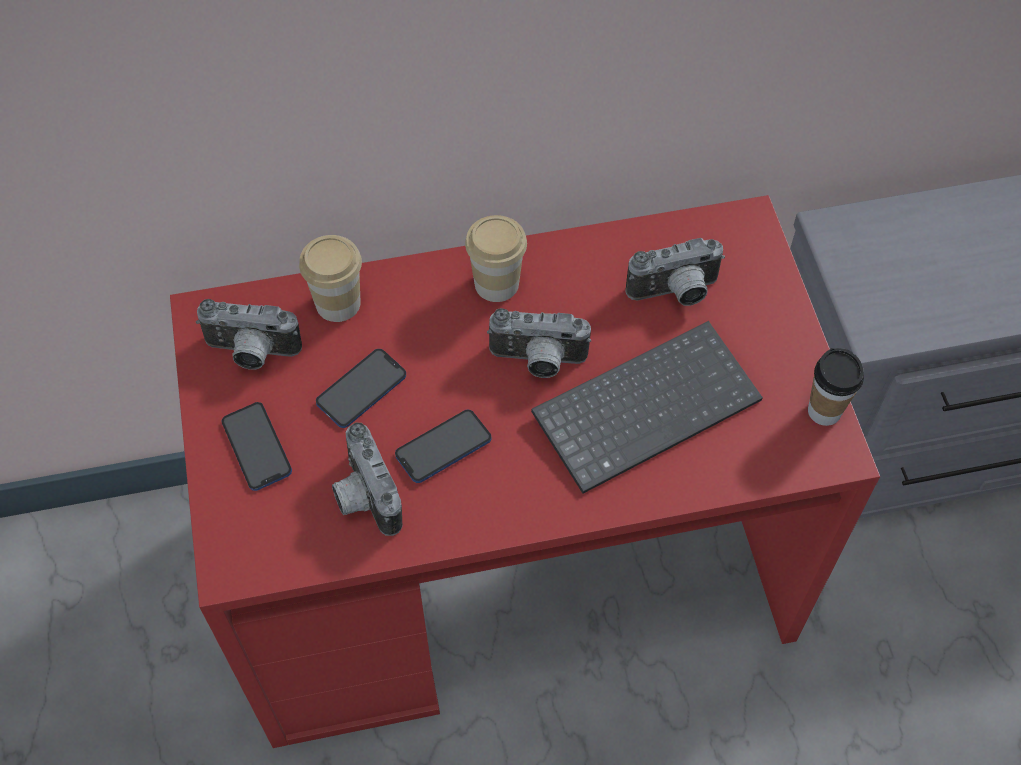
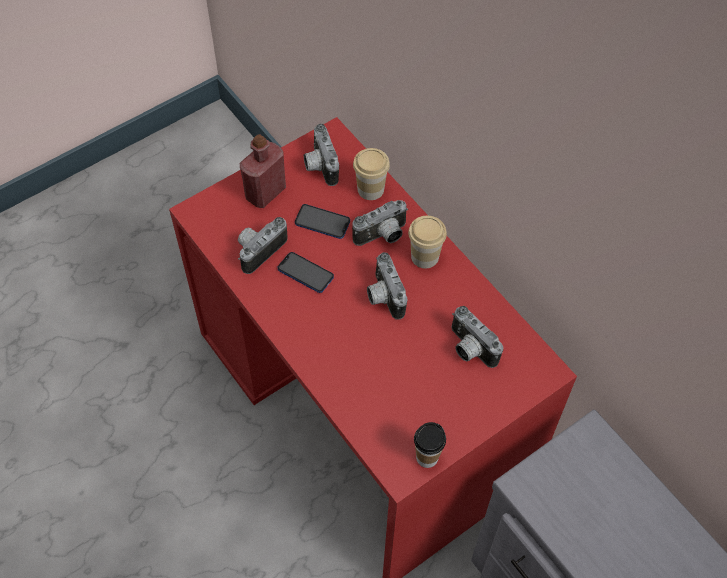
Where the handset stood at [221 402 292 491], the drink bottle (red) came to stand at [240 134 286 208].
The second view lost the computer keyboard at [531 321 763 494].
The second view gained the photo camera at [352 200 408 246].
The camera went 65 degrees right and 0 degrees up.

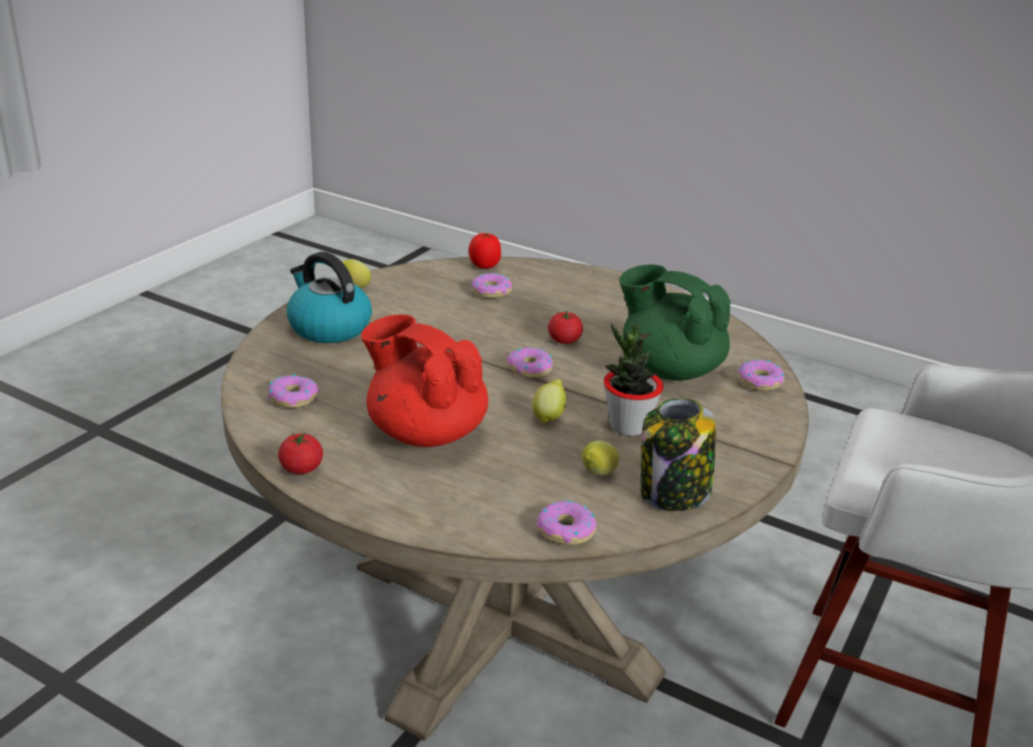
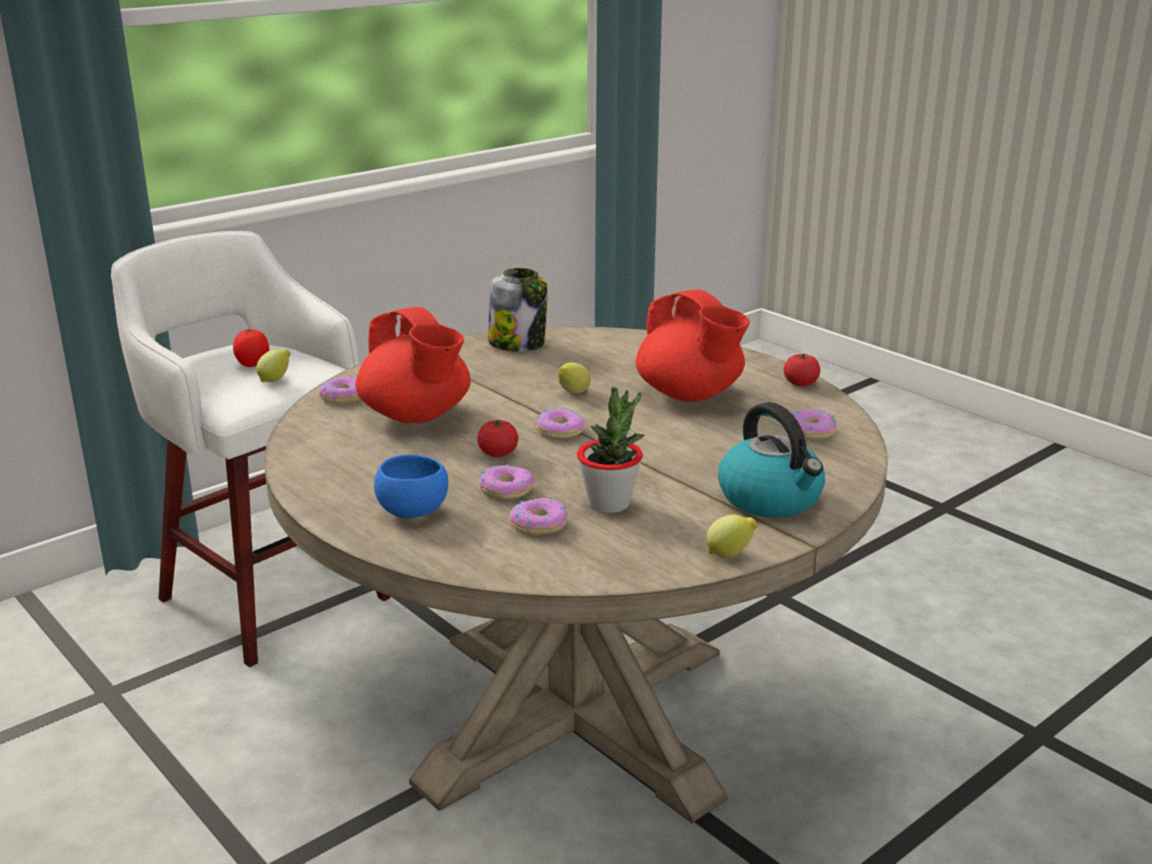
The tomato ended up elsewhere, having gone from [469 233 501 269] to [233 329 269 367].
The ring doughnut ended up elsewhere, having gone from [537 501 597 545] to [479 464 535 500].
The lemon ended up elsewhere, having gone from [582 441 619 476] to [256 349 291 382].
The plant in a pot ended up elsewhere, having gone from [604 324 664 436] to [577 387 644 513].
What was the teapot (green-coloured) at [619 264 731 381] turned into the teapot (red) at [355 307 471 423].
The second view gained the bowl (blue) at [374 454 448 518].
The camera went 160 degrees left and 5 degrees down.

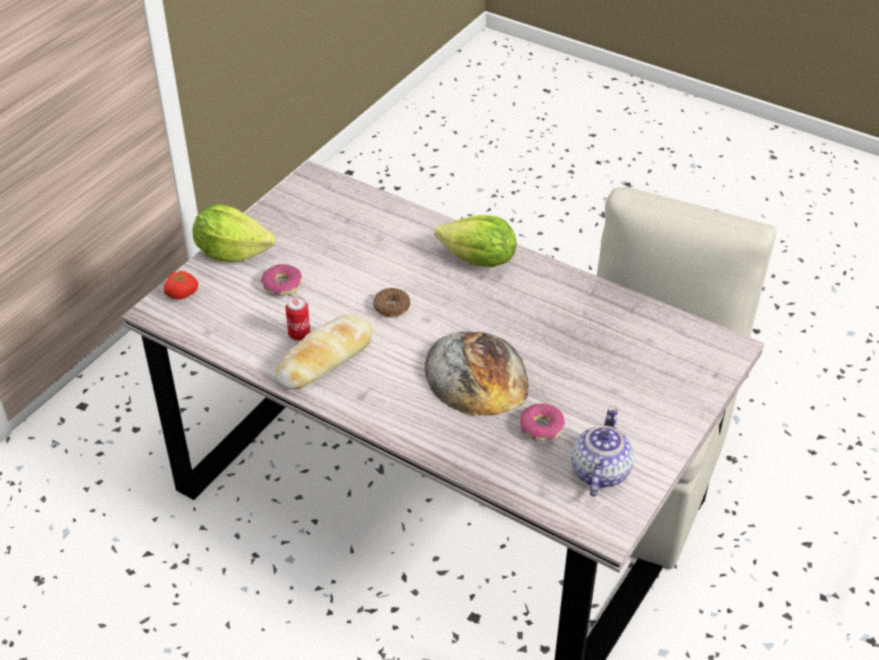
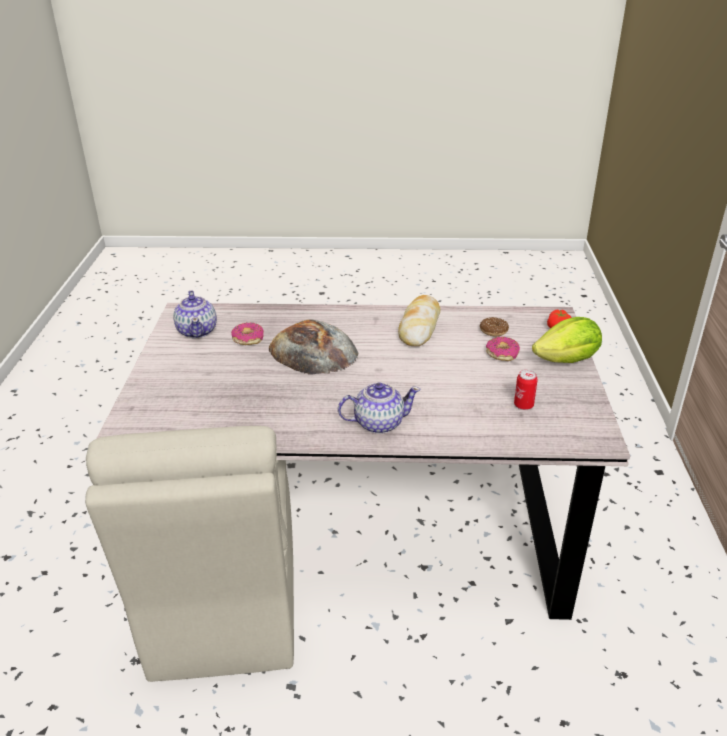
The sealed can ended up elsewhere, having gone from [285 297 310 341] to [514 370 538 410].
The ring doughnut ended up elsewhere, having gone from [373 288 410 317] to [480 317 509 336].
Where the head of lettuce stood at [434 215 516 267], the teapot came to stand at [338 382 421 434].
The camera went 150 degrees right and 10 degrees down.

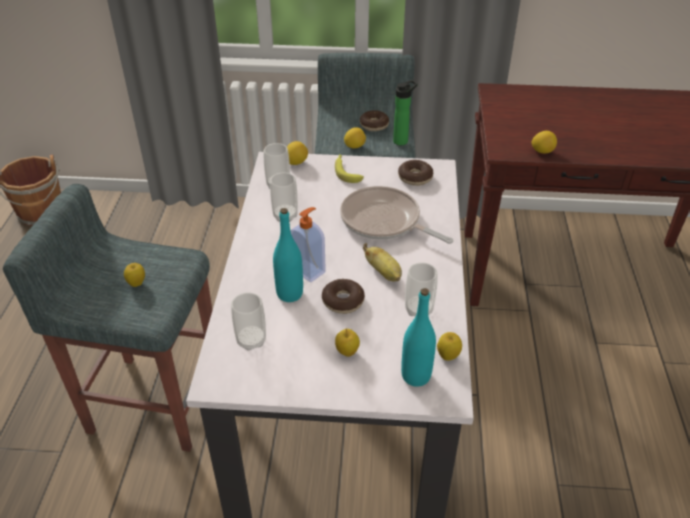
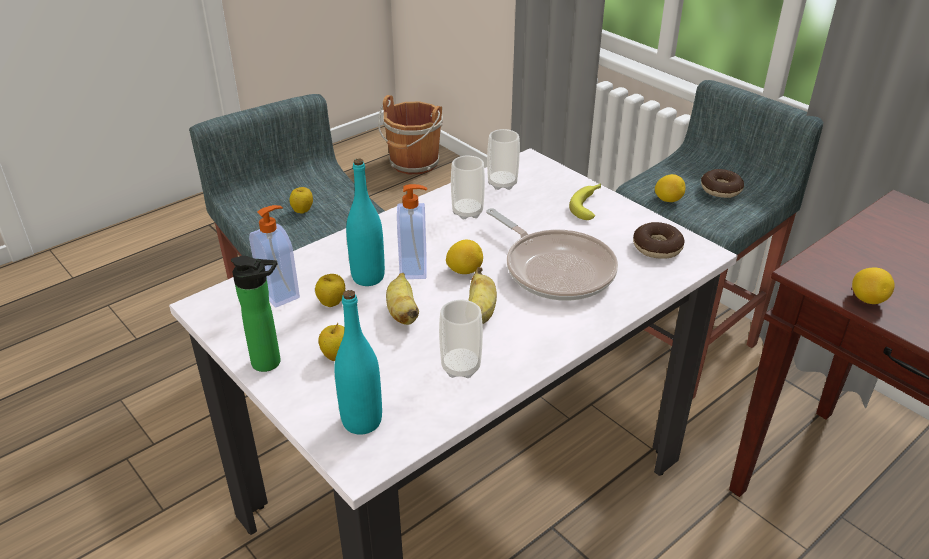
Where the cup stood at [231 293 266 351], the liquid soap bottle came to stand at [249 205 300 307].
The lemon ended up elsewhere, having gone from [287 141 308 165] to [446 240 483 274].
Where the ring doughnut stood at [322 279 365 314], the banana fruit came to stand at [386 273 419 325].
The skillet at [340 186 453 244] ended up facing another way, 150 degrees clockwise from before.
The drink bottle ended up elsewhere, having gone from [393 80 418 145] to [231 256 281 372].
The apple fruit ended up elsewhere, having gone from [437 332 462 361] to [315 274 345 307].
The camera went 45 degrees right and 5 degrees down.

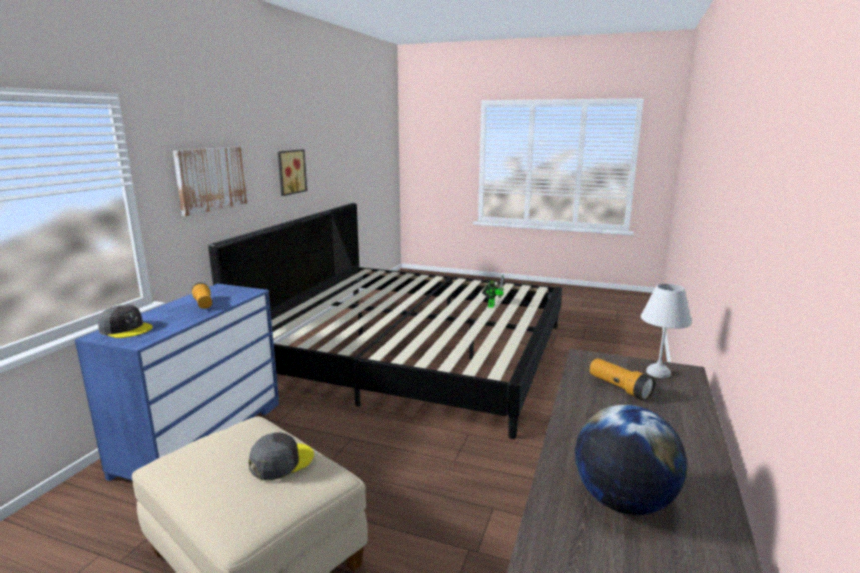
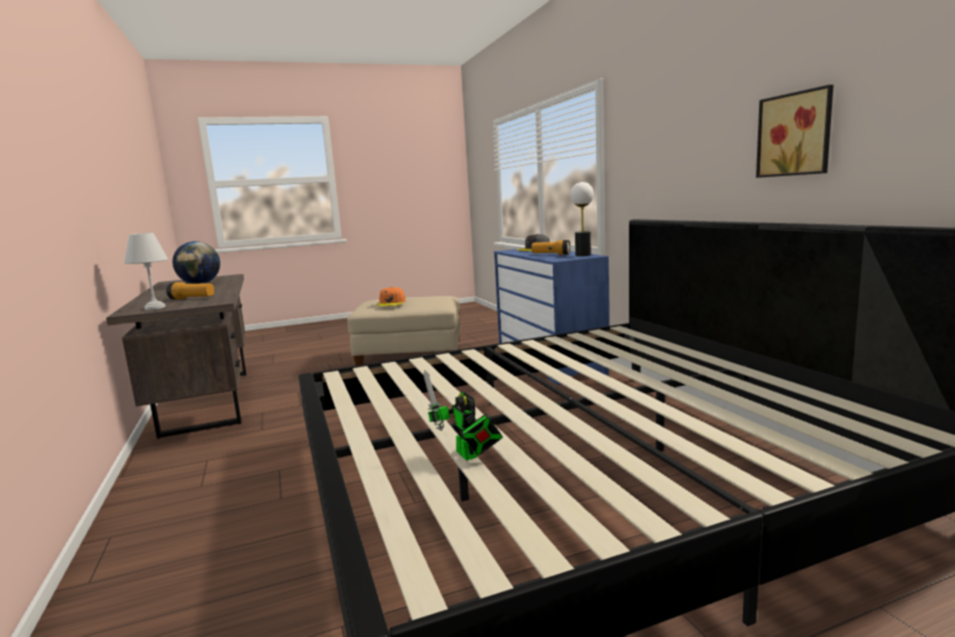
The second view lost the picture at [173 147 248 216].
What was the peaked cap (gray) at [249 432 314 480] turned into the peaked cap (orange-coloured) at [377 287 405 306].
The second view gained the tabletop lamp at [570 182 594 256].
The camera went 140 degrees right and 5 degrees down.

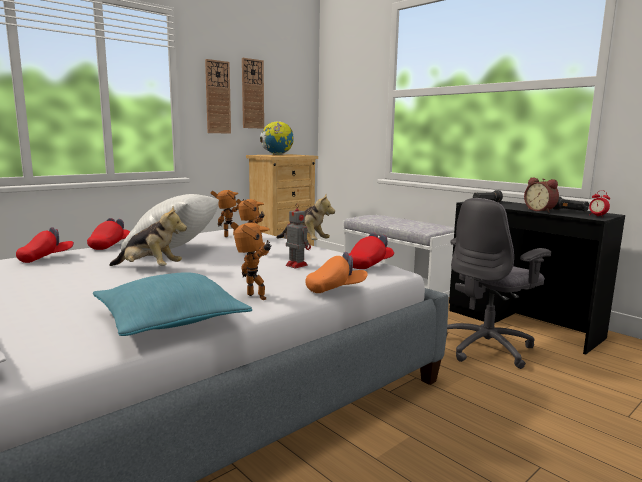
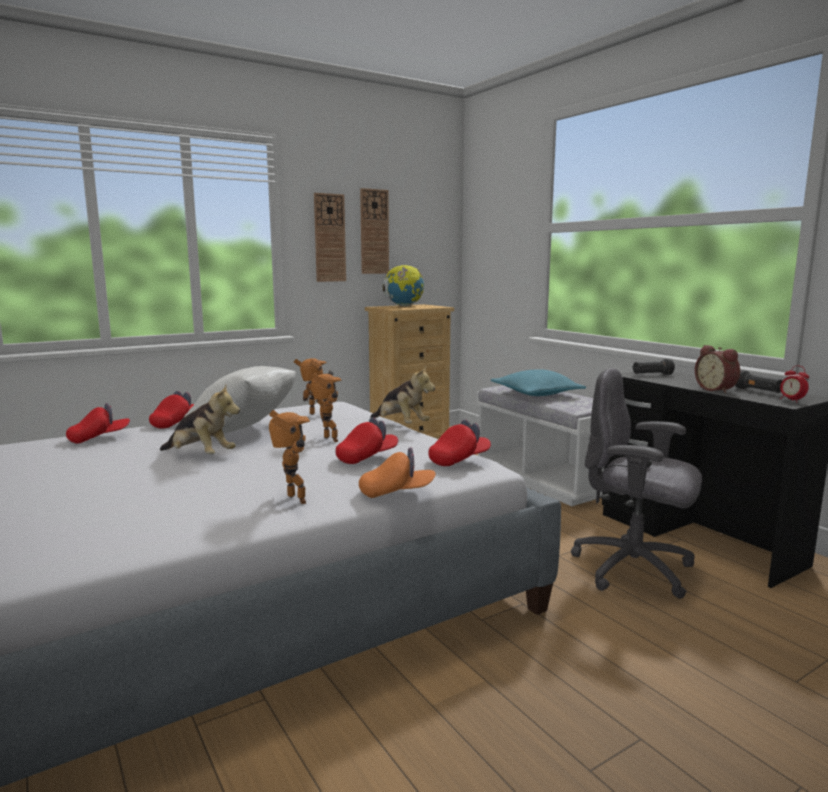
The cushion (blue-green) ended up elsewhere, having gone from [93 272 252 336] to [491 369 586 396].
Where the model robot stood at [284 203 311 268], the peaked cap (red) came to stand at [336 417 398 464].
The desk chair (gray) at [446 198 551 369] ended up facing another way, 60 degrees clockwise from before.
The camera went 10 degrees right and 0 degrees up.

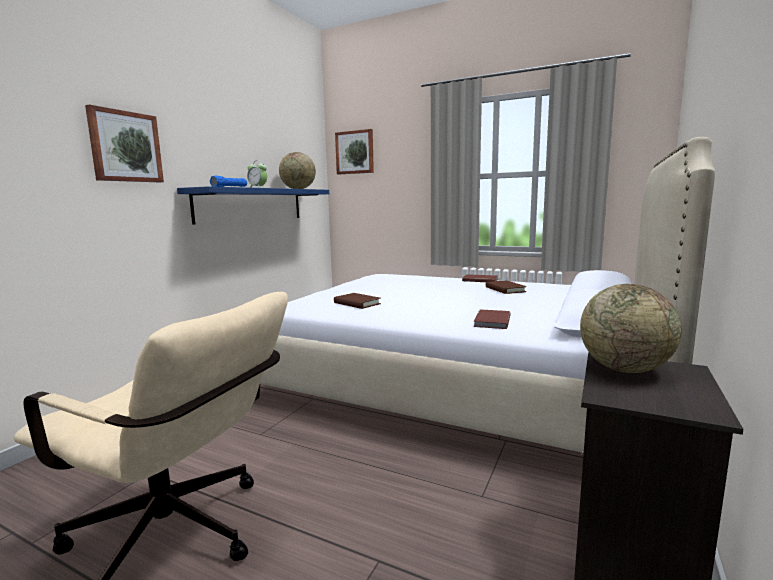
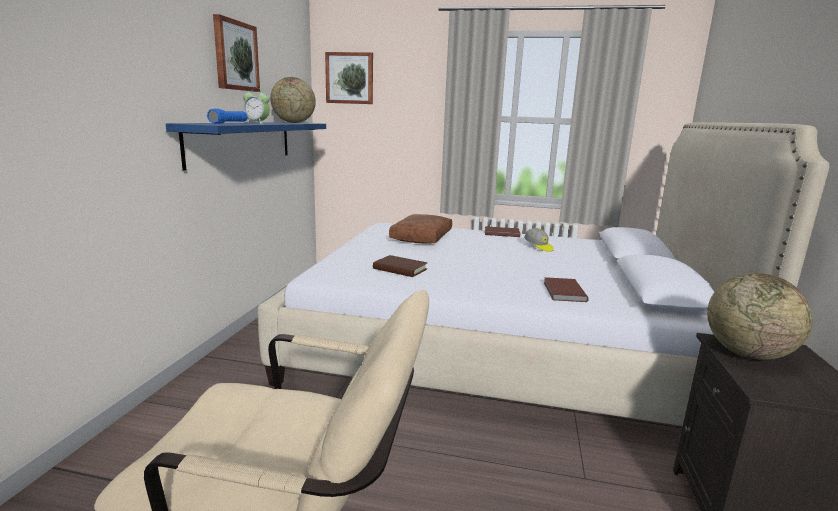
The picture ended up elsewhere, having gone from [85 104 164 182] to [213 14 260 92].
Where the bound book (brown-coloured) stood at [486 280 527 294], the peaked cap came to stand at [524 228 554 252].
The second view gained the cushion (brown-coloured) at [389 214 452 244].
The camera went 15 degrees left and 5 degrees up.

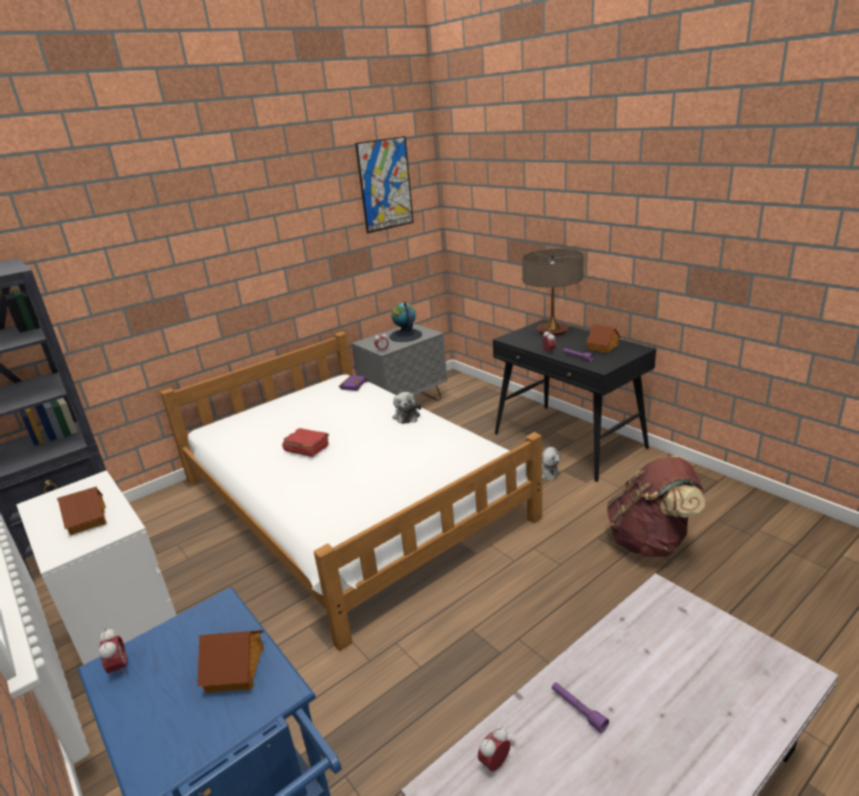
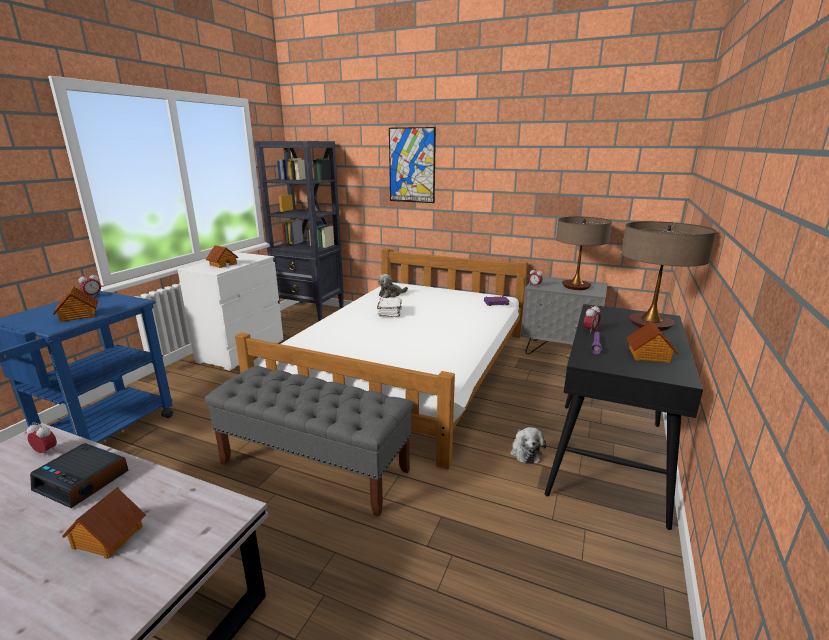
What was the bound book (red) at [282 428 329 457] turned into the bound book (whitish) at [377 298 402 317].
The picture ended up elsewhere, having gone from [355 136 414 233] to [389 127 436 203].
Where the world globe stood at [389 302 422 342], the tabletop lamp came to stand at [556 217 612 290].
The soft toy ended up elsewhere, having gone from [393 392 421 424] to [378 274 408 298].
Where the hand torch (purple) stood at [552 682 609 733], the alarm clock came to stand at [30 443 128 508].
The second view lost the knapsack (brown-coloured) at [607 456 705 557].
The second view gained the model house at [62 487 146 559].
The second view gained the bench (gray) at [204 366 413 517].
The camera went 60 degrees right and 5 degrees down.

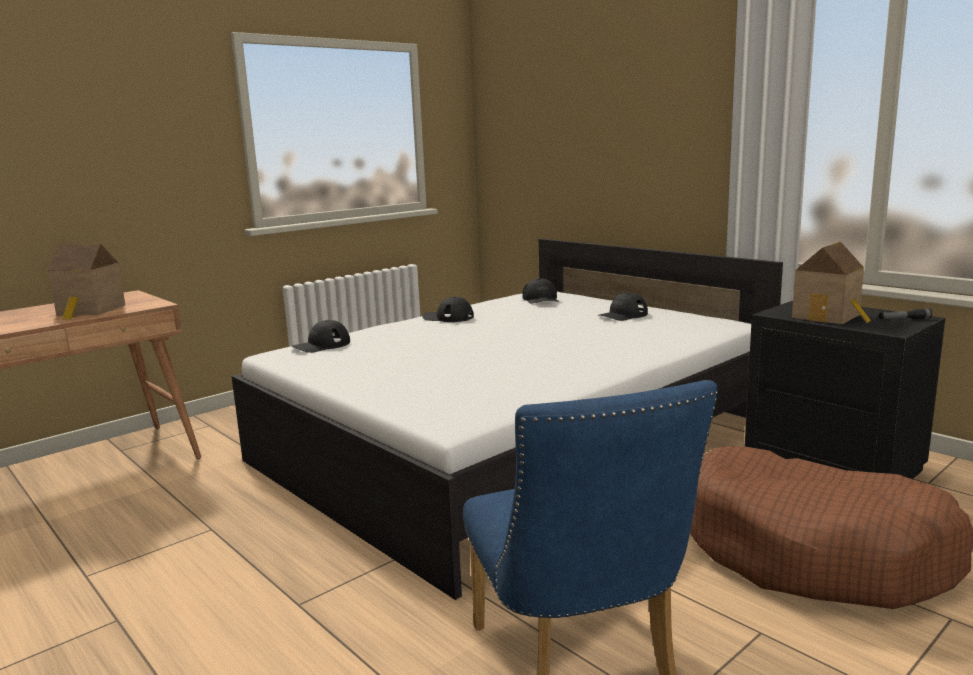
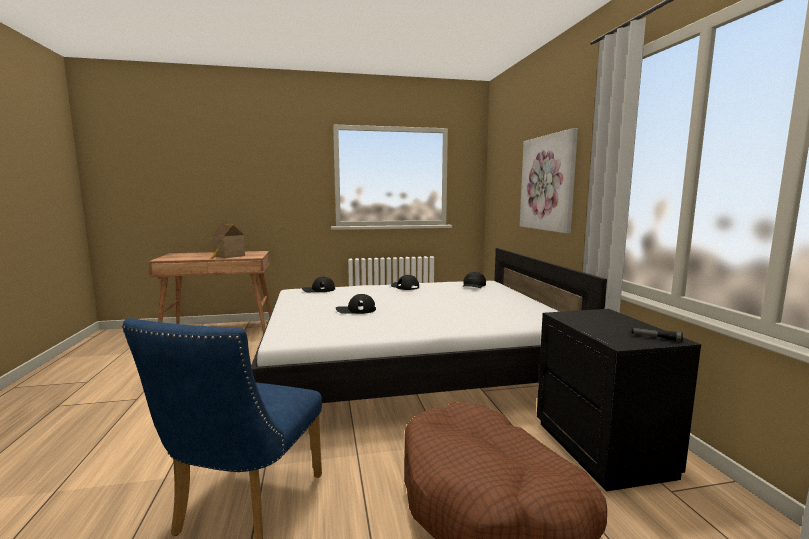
The peaked cap (black) ended up elsewhere, having gone from [598 292 648 321] to [336 294 376 314].
The second view lost the model house at [792 242 871 324].
The second view gained the picture at [520 128 578 234].
The camera went 30 degrees right and 5 degrees down.

